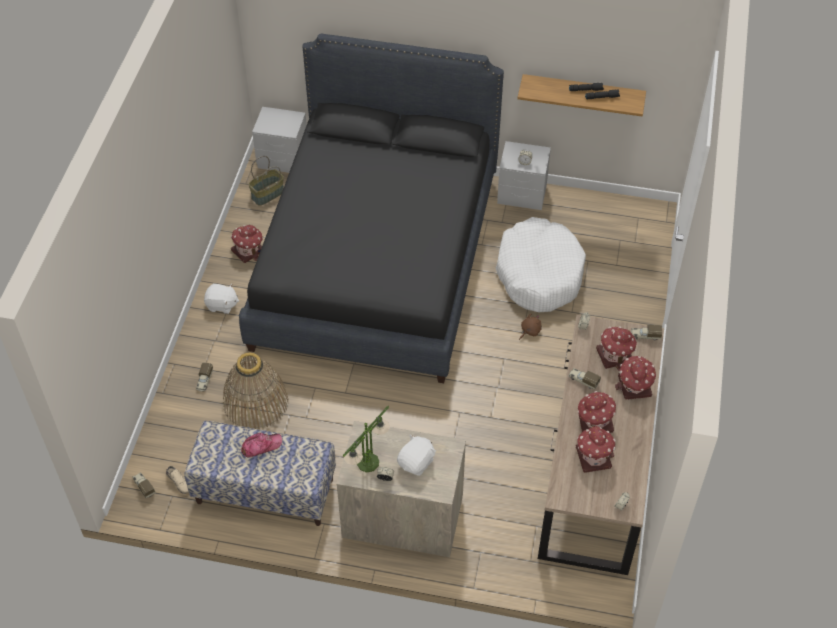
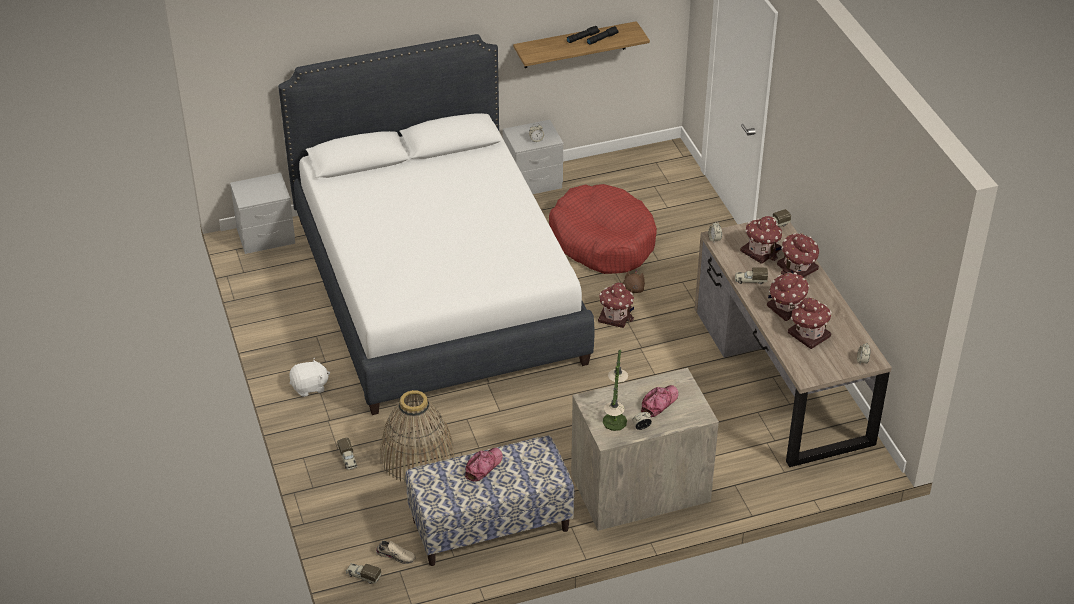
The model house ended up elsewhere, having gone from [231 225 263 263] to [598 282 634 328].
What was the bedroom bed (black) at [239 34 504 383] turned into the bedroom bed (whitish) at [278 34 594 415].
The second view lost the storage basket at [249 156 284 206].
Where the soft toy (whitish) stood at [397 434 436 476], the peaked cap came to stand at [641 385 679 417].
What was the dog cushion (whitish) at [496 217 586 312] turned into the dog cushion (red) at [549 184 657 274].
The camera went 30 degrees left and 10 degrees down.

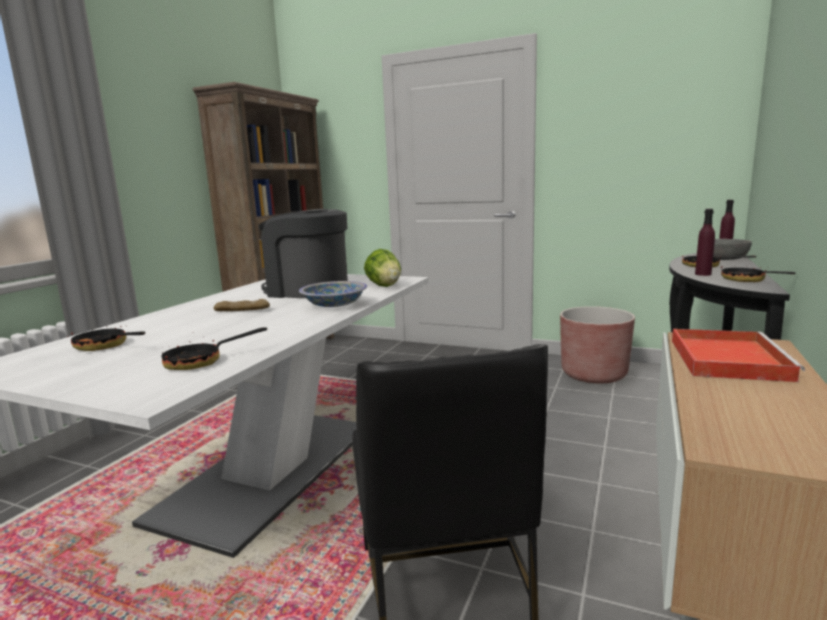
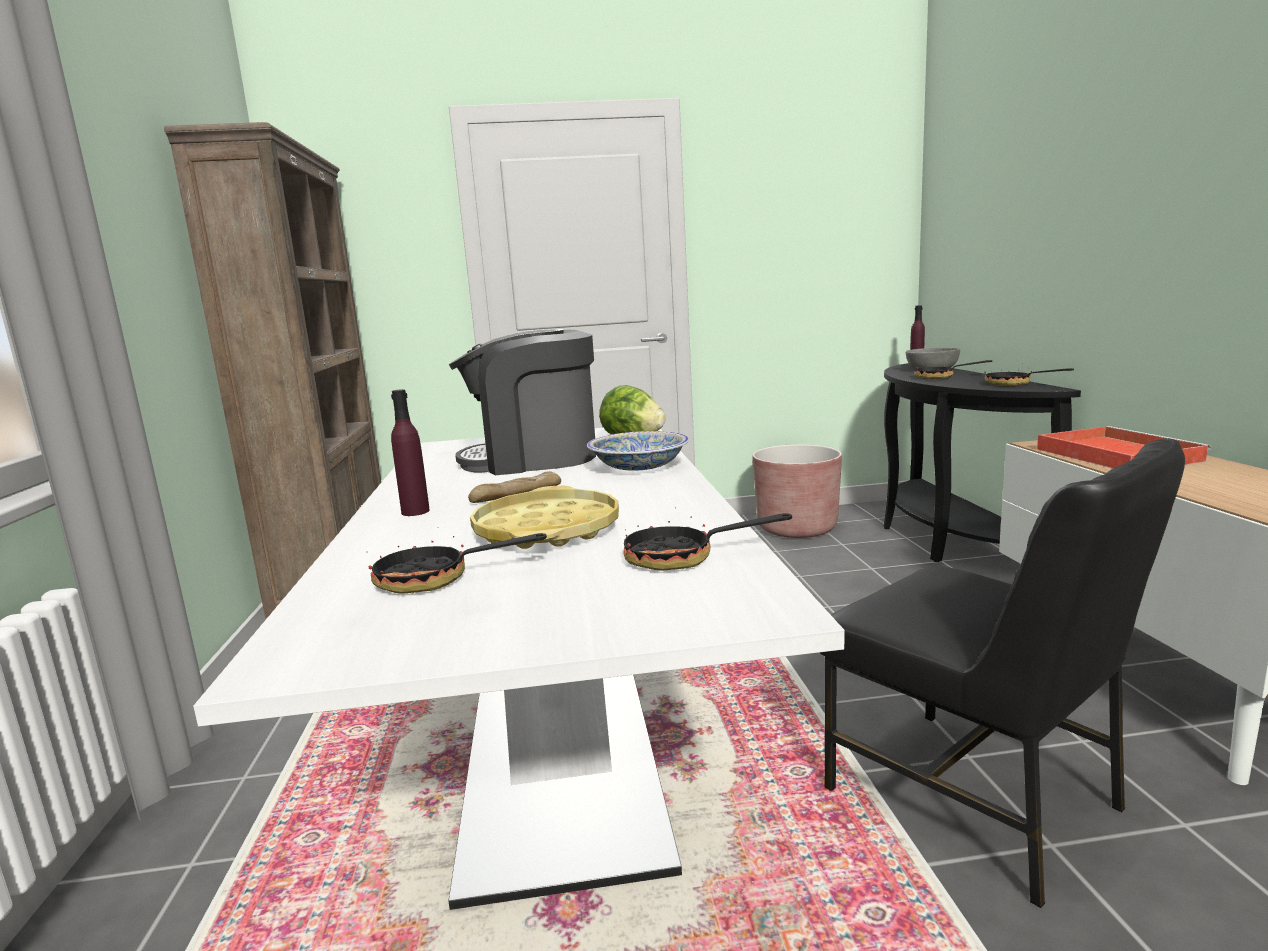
The skillet at [161 327 267 370] ended up facing another way, 60 degrees clockwise from before.
The drink bottle (purple) ended up elsewhere, having gone from [695 209 715 276] to [391 389 430 516].
The second view gained the serving tray (yellow) at [470 486 619 549].
The camera went 30 degrees left and 0 degrees up.

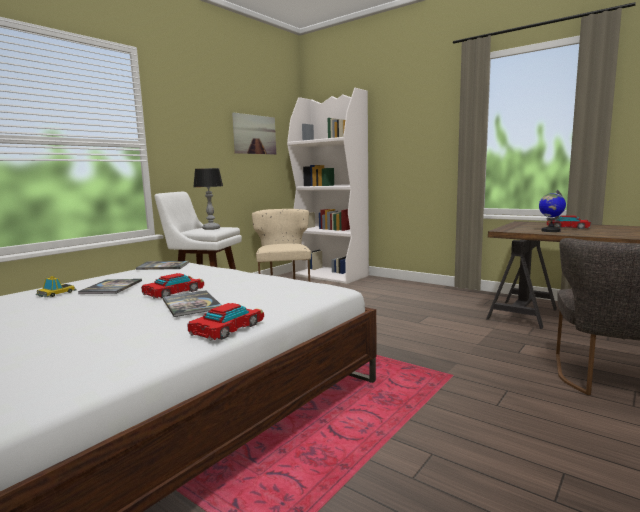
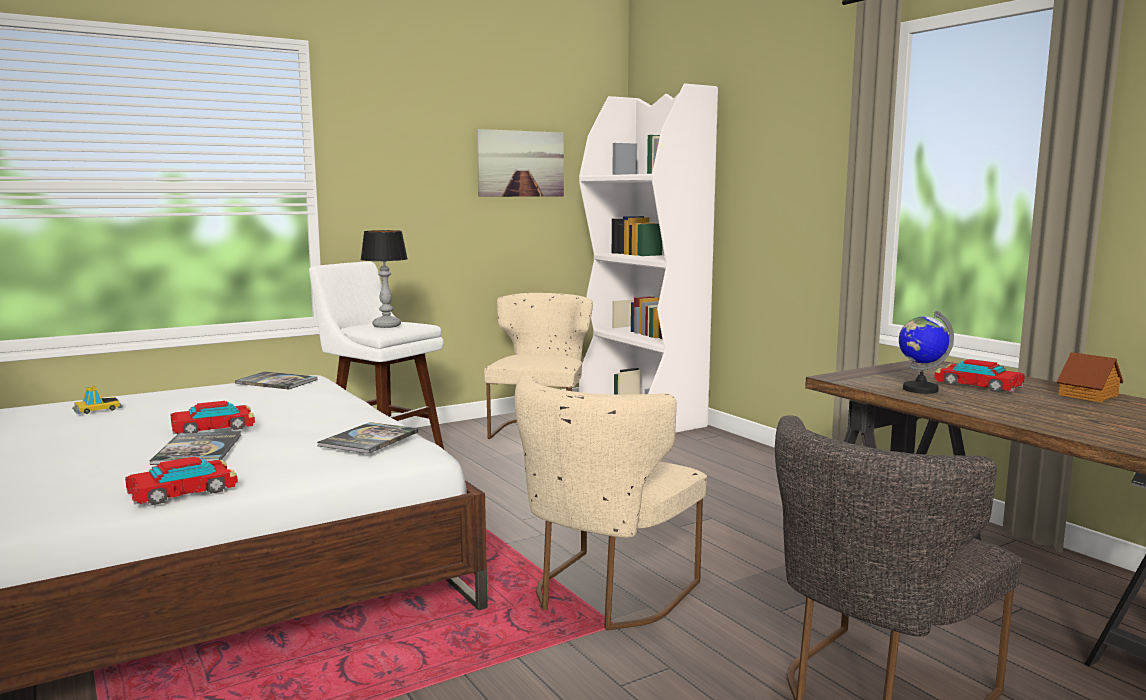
The bound book ended up elsewhere, having gone from [78 279 142 294] to [317 422 418 454].
The second view gained the upright chair (beige-coloured) at [515 375 707 630].
The second view gained the model house at [1057 352 1124 402].
The camera went 20 degrees right and 0 degrees up.

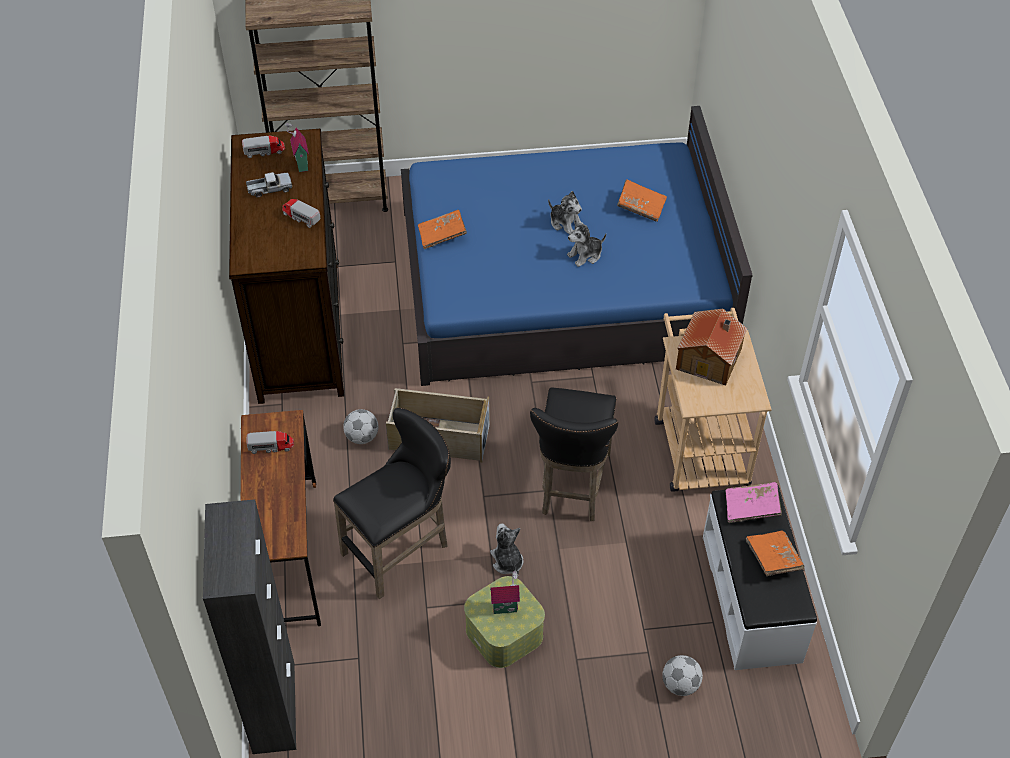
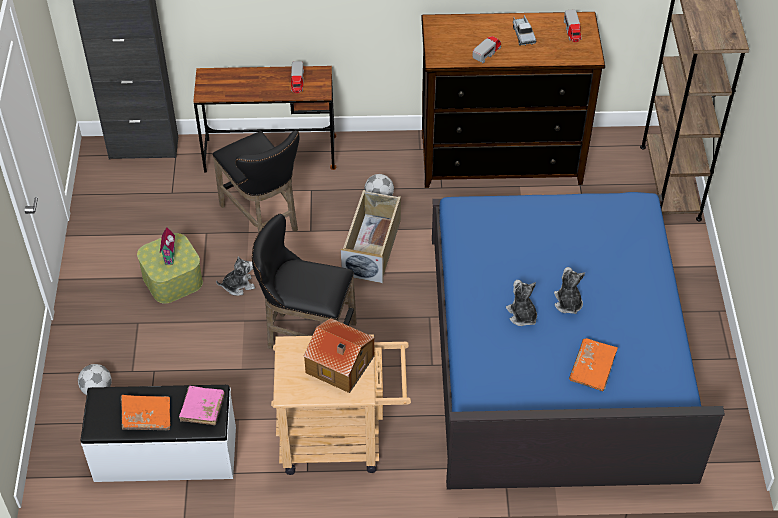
The second view lost the model house at [285 121 309 172].
The second view lost the bound book (orange-coloured) at [418 210 467 249].
The soft toy at [548 191 583 235] ended up facing another way, 120 degrees clockwise from before.
The camera went 95 degrees right and 0 degrees up.

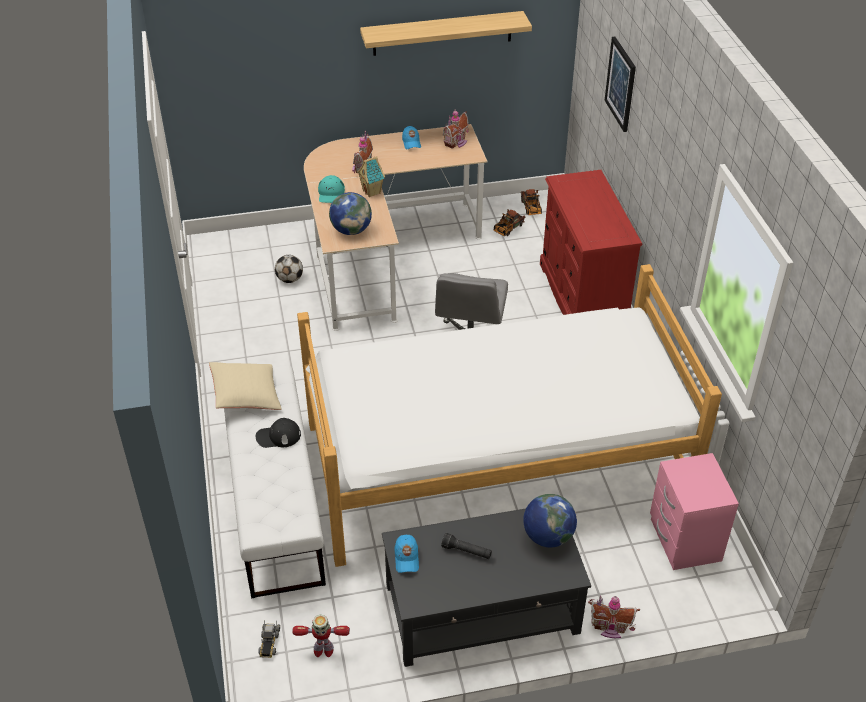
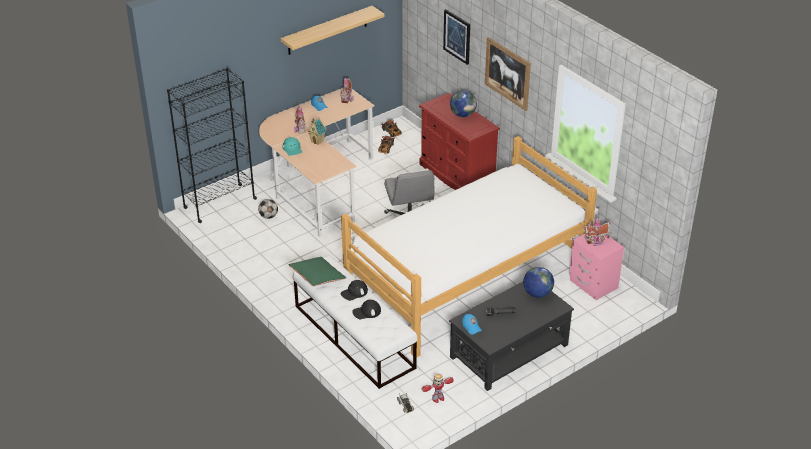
What was the cushion (beige-coloured) at [209 362 282 410] turned into the cushion (green-coloured) at [289 257 346 286].
The world globe ended up elsewhere, having gone from [329 192 372 235] to [450 90 477 117].
The model house ended up elsewhere, having gone from [588 595 640 638] to [583 219 611 246].
The second view gained the shelving unit (black) at [167 68 257 223].
The second view gained the peaked cap (black) at [352 300 381 319].
The second view gained the picture at [485 37 531 111].
The camera went 25 degrees left and 5 degrees down.

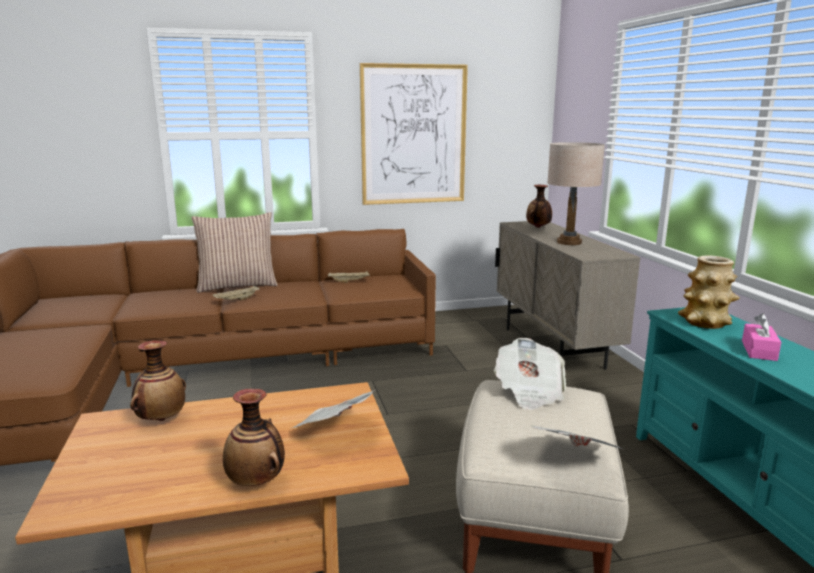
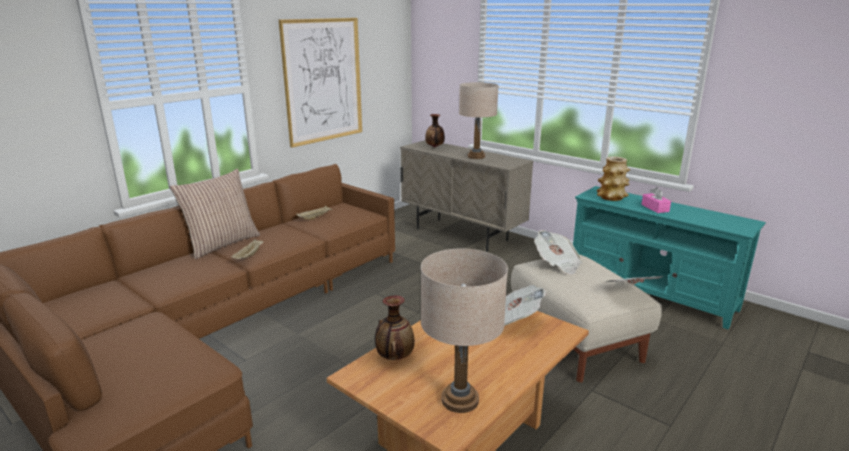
The second view lost the vase at [223 389 285 486].
The second view gained the tabletop lamp (beige-coloured) at [421 249 508 413].
The camera went 35 degrees left and 5 degrees up.

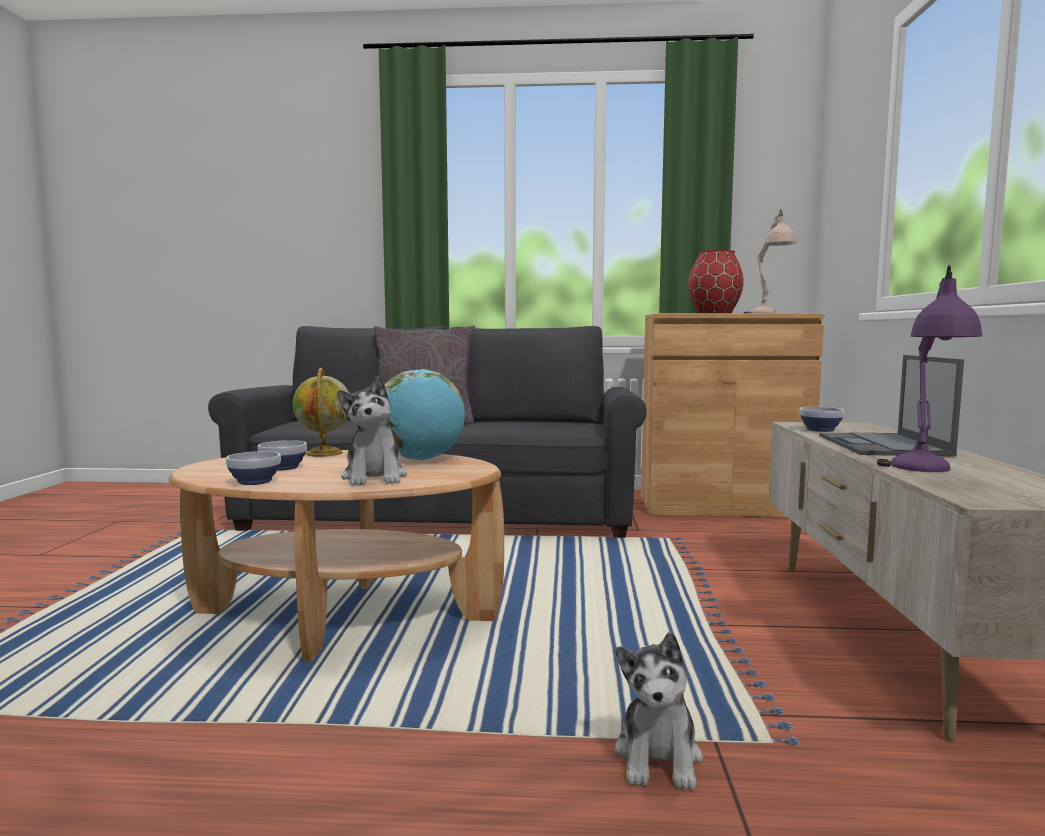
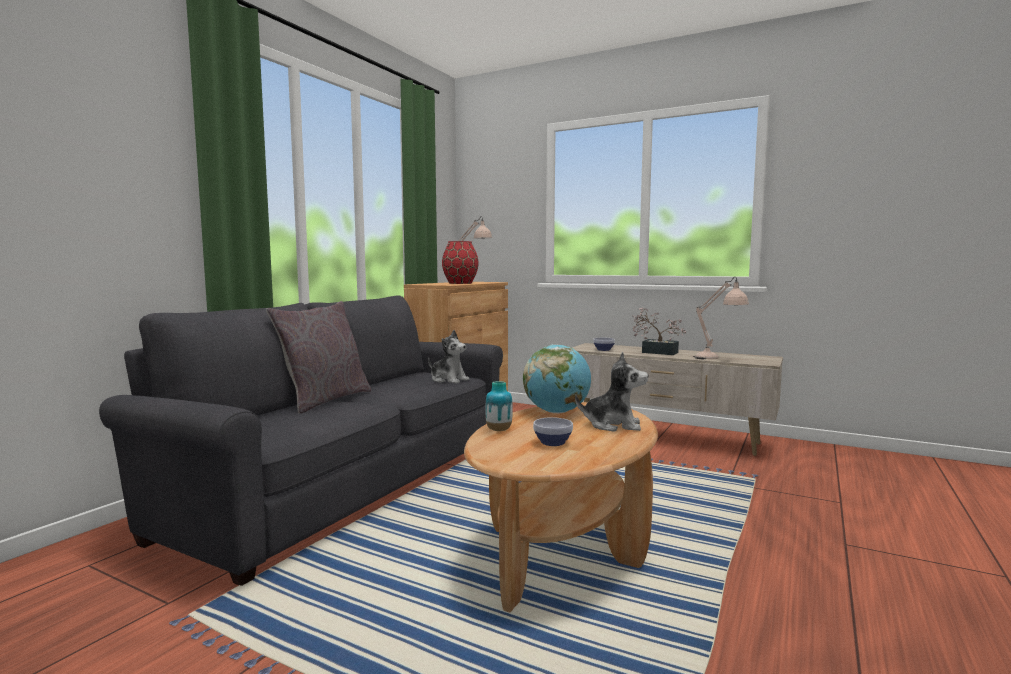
The second view lost the bowl at [226 451 281 485].
Where the world globe stood at [293 368 349 457], the vase came to stand at [485 381 513 431].
The soft toy ended up elsewhere, having gone from [615 632 703 790] to [428 330 469 383].
Where the laptop stood at [819 355 964 457], the plant in a pot came to stand at [632 307 686 355].
What was the tabletop lamp (purple) at [877 265 982 472] turned into the tabletop lamp (beige-coloured) at [692 277 749 360].
The camera went 65 degrees left and 0 degrees up.

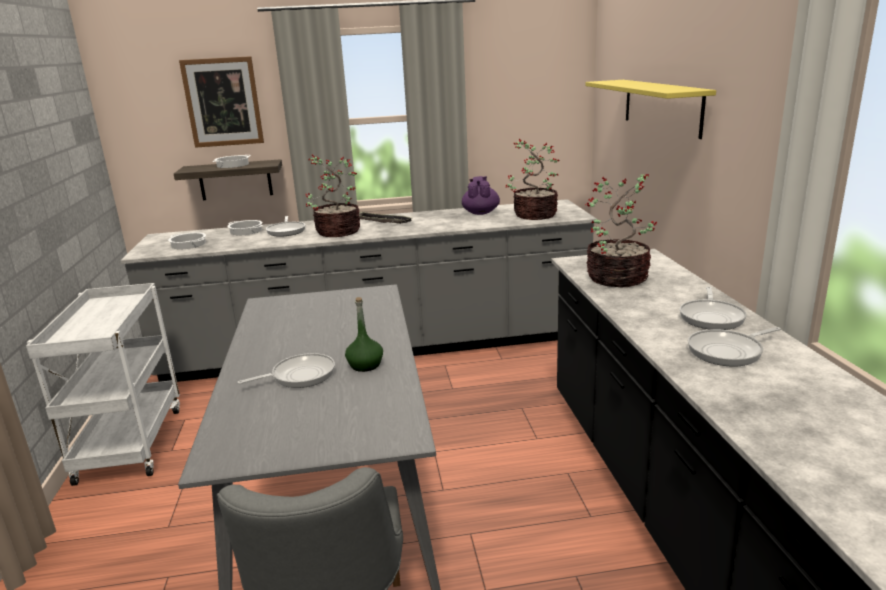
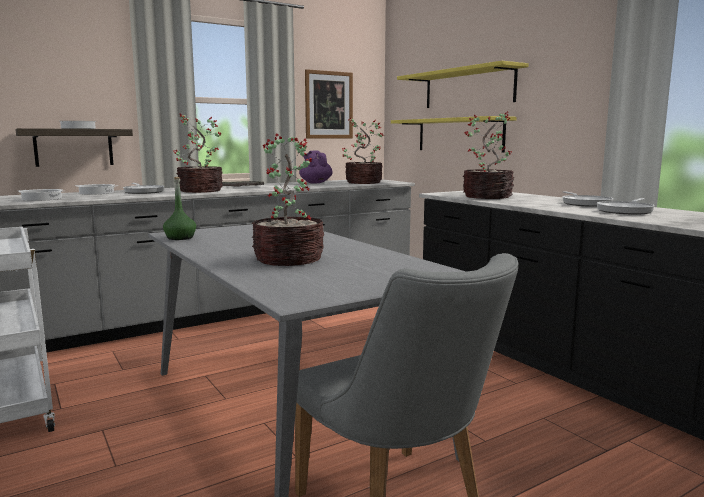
The picture ended up elsewhere, having gone from [179 56 264 148] to [305 69 353 138].
Where the skillet stood at [237 353 335 388], the plant in a pot came to stand at [252 133 324 266].
The drink bottle (green-coloured) ended up elsewhere, having gone from [345 297 383 372] to [163 177 196 240].
The second view gained the wall shelf (yellow) at [391 116 517 153].
The camera went 25 degrees left and 10 degrees down.

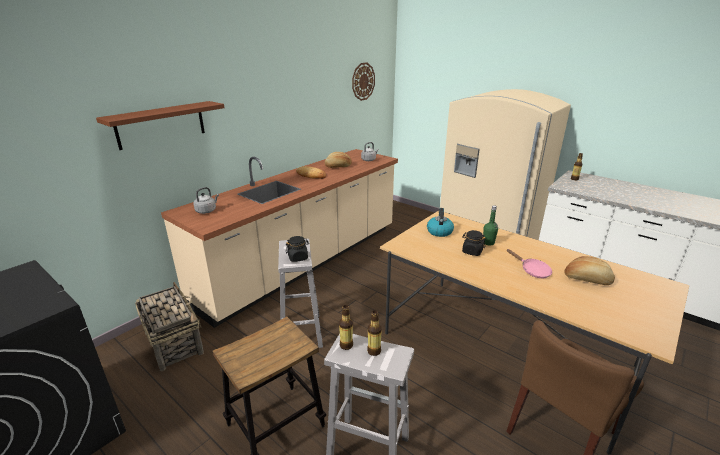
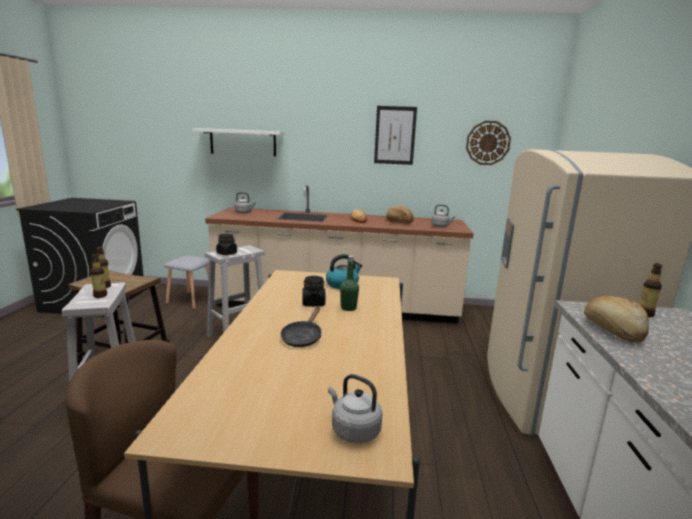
What was the wall shelf (brown-coloured) at [96 101 225 150] turned into the wall shelf (whitish) at [192 128 285 156].
Where the storage basket stood at [135 282 204 371], the stool (gray) came to stand at [164 256 209 310].
What was the skillet (pink) at [507 249 552 278] turned into the skillet (black) at [281 307 322 347].
The baked bread ended up elsewhere, having gone from [564 256 615 285] to [584 296 649 342].
The second view gained the kettle (gray) at [328 374 382 443].
The second view gained the picture at [374 106 417 165].
The camera went 55 degrees right and 10 degrees down.

